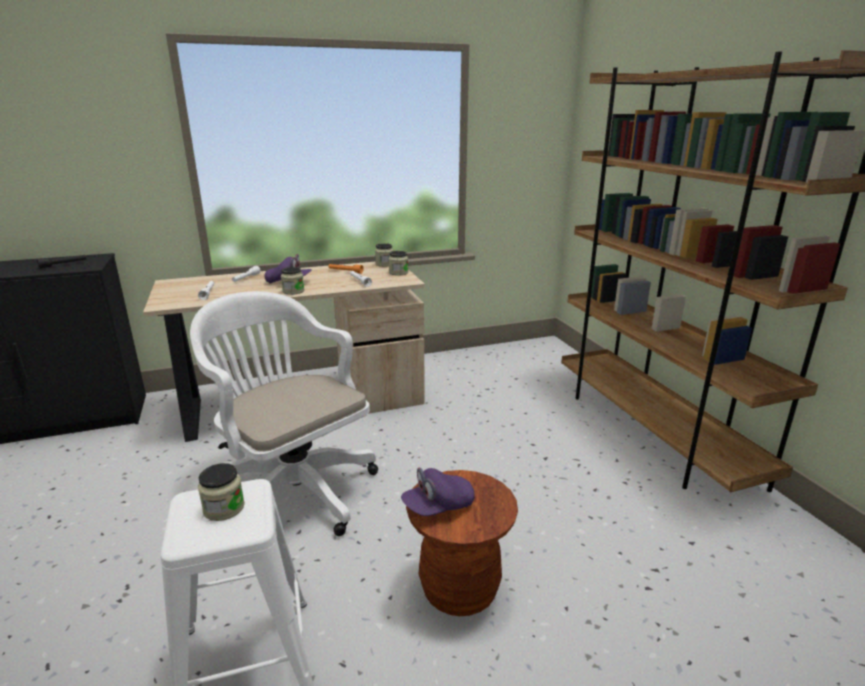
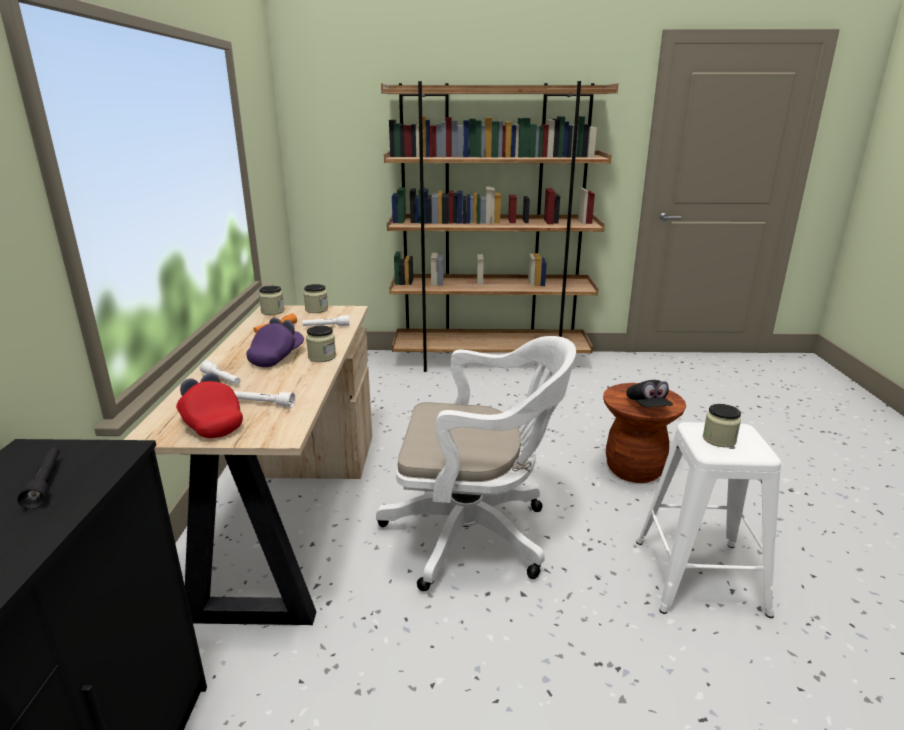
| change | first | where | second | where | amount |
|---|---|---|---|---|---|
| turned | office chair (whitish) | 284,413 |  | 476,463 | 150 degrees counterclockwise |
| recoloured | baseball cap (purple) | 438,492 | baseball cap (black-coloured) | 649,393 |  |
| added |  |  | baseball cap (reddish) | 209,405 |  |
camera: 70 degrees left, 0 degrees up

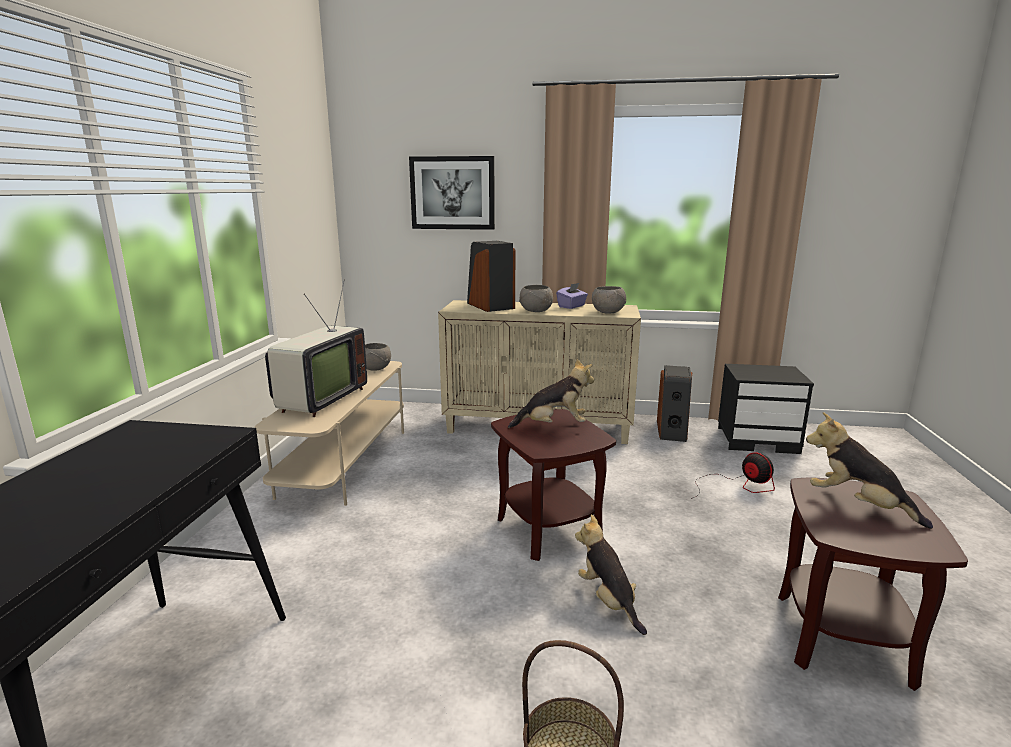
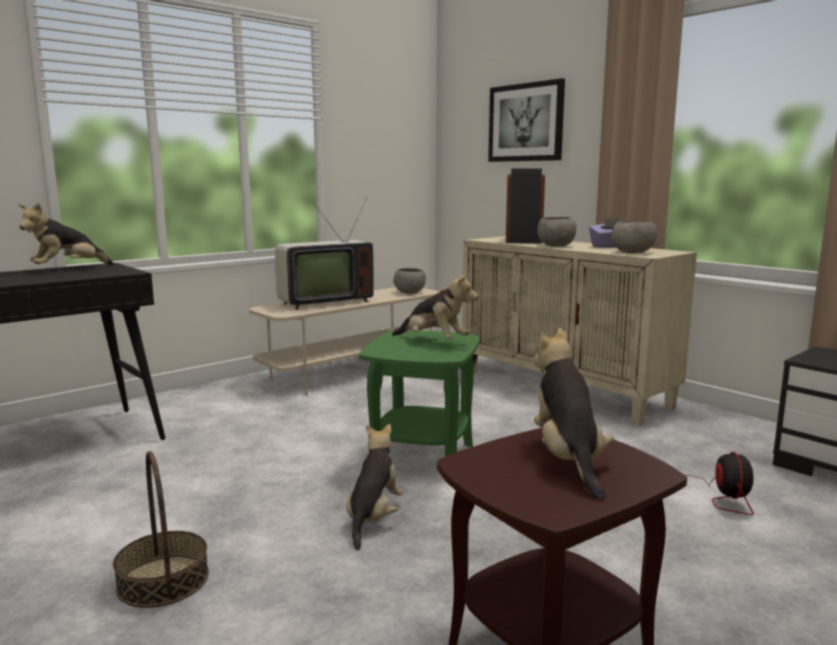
| change | first | where | second | where | amount |
|---|---|---|---|---|---|
| recoloured | end table (brownish) | 553,485 | end table (greenish) | 419,393 |  |
| removed | audio speaker | 674,403 |  |  |  |
| added |  |  | plush toy | 66,233 |  |
camera: 40 degrees right, 5 degrees down

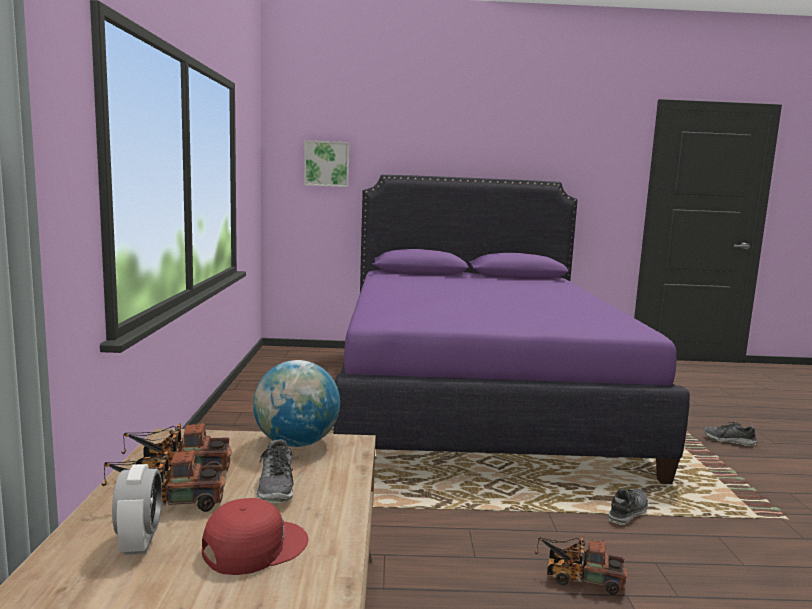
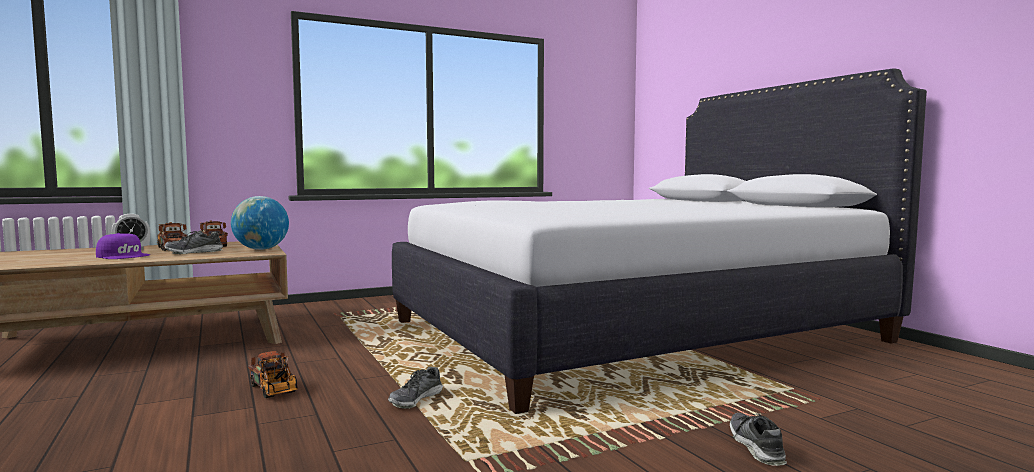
| change | first | where | second | where | amount |
|---|---|---|---|---|---|
| recoloured | baseball cap (reddish) | 255,536 | baseball cap (purple) | 123,246 |  |
| removed | wall picture | 326,163 |  |  |  |
| recoloured | bed (purple) | 511,329 | bed (whitish) | 659,241 |  |
| turned | toy truck | 581,566 |  | 273,374 | 150 degrees clockwise |
| turned | shoe | 628,507 |  | 415,388 | 105 degrees clockwise |
camera: 65 degrees right, 5 degrees down

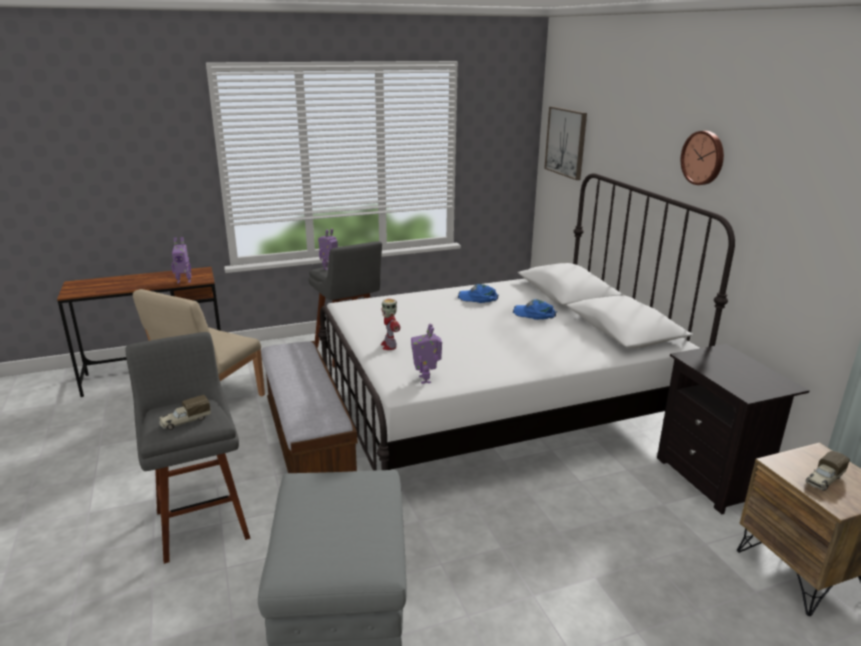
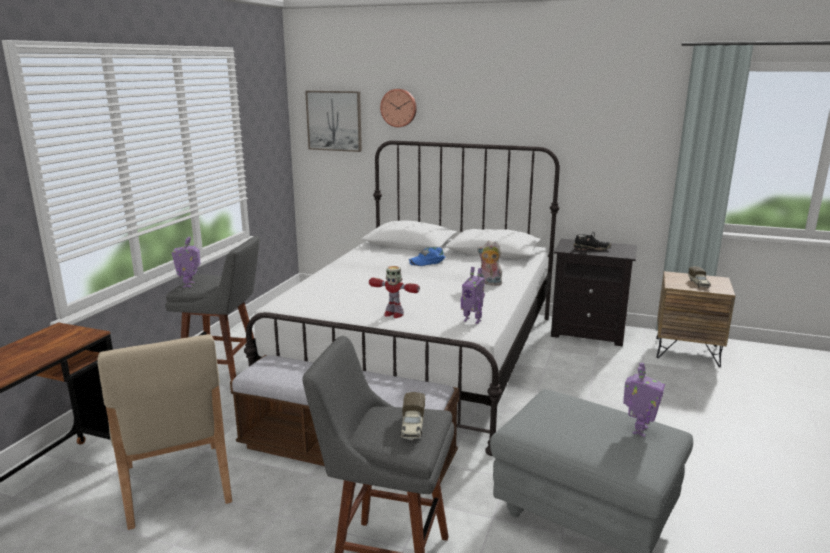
| change | first | where | second | where | amount |
|---|---|---|---|---|---|
| moved | model robot | 181,260 |  | 644,400 |  |
| removed | baseball cap (blue-coloured) | 478,293 |  |  |  |
| moved | clock on the wall | 702,158 |  | 398,108 |  |
| added |  |  | plush toy | 489,263 |  |
| added |  |  | shoe (black-coloured) | 592,241 |  |
camera: 50 degrees left, 5 degrees down

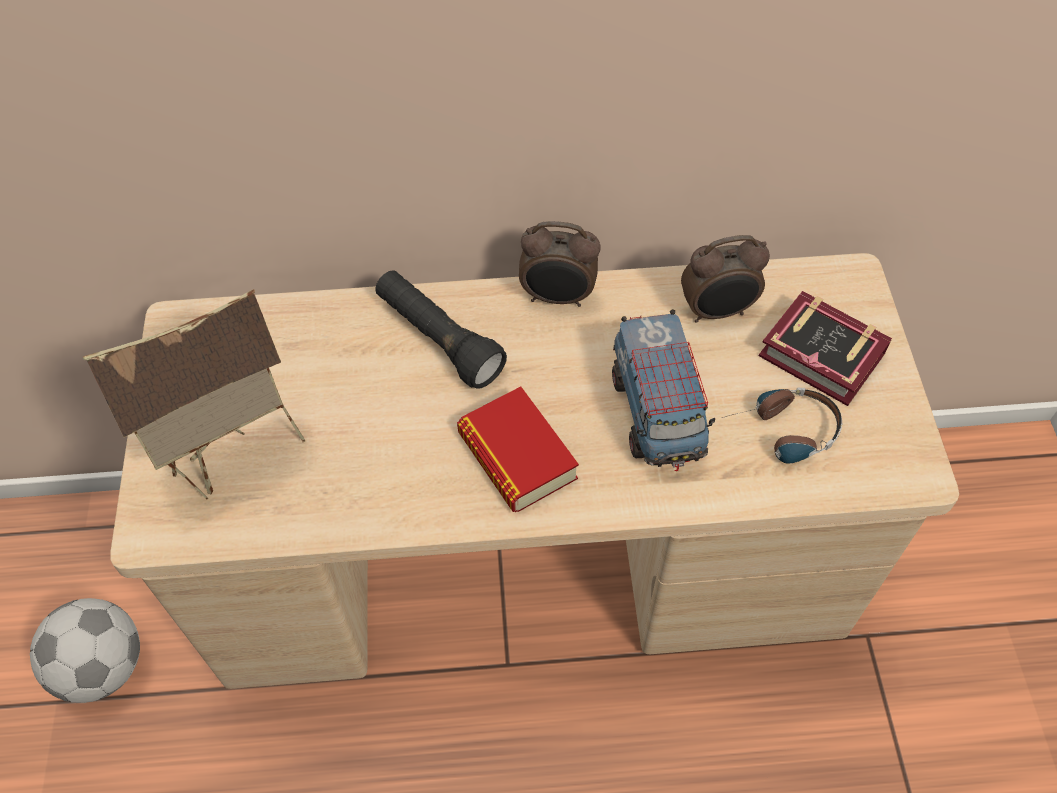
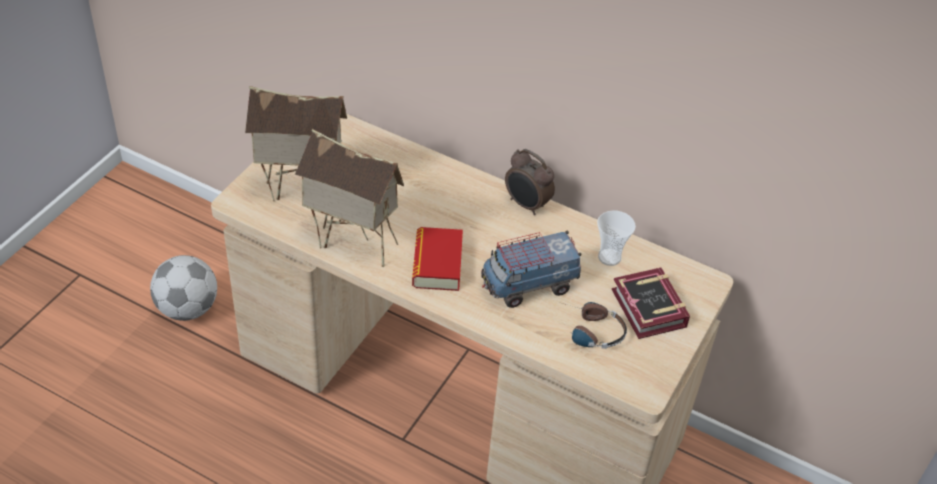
| change | first | where | second | where | amount |
|---|---|---|---|---|---|
| removed | hand torch (black-coloured) | 441,329 |  |  |  |
| turned | toy truck | 663,390 |  | 531,269 | 45 degrees clockwise |
| replaced | bedside clock | 725,279 | small cup | 616,238 |  |
| added |  |  | miniature house | 349,198 |  |
camera: 30 degrees right, 10 degrees down

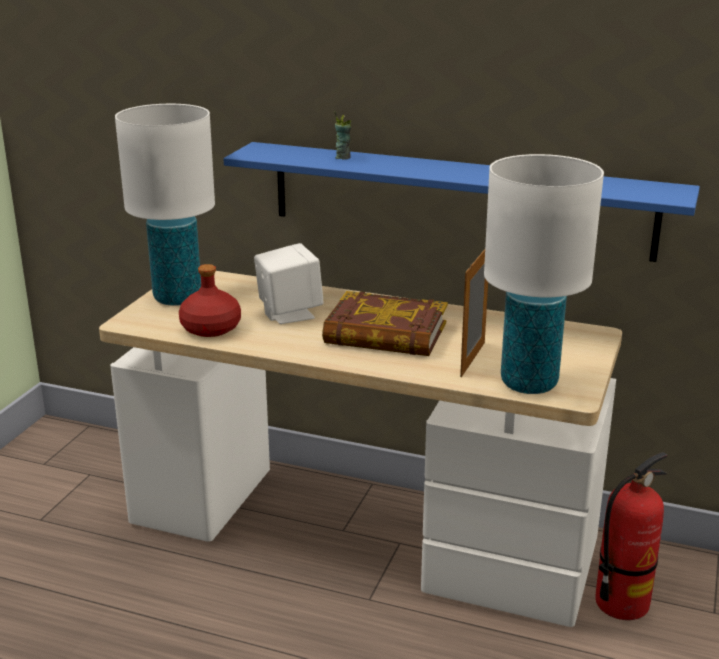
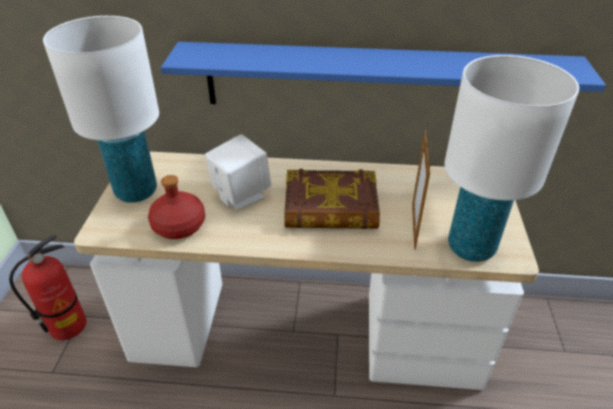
| change | first | where | second | where | amount |
|---|---|---|---|---|---|
| removed | small cup | 343,135 |  |  |  |
| moved | fire-fighting cylinder | 631,536 |  | 47,287 |  |
camera: 15 degrees left, 15 degrees up

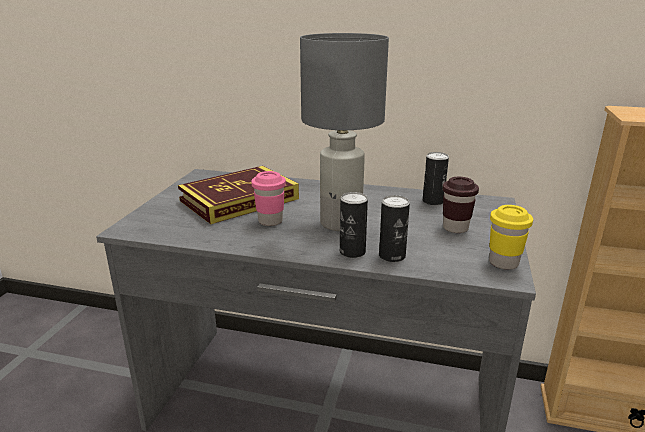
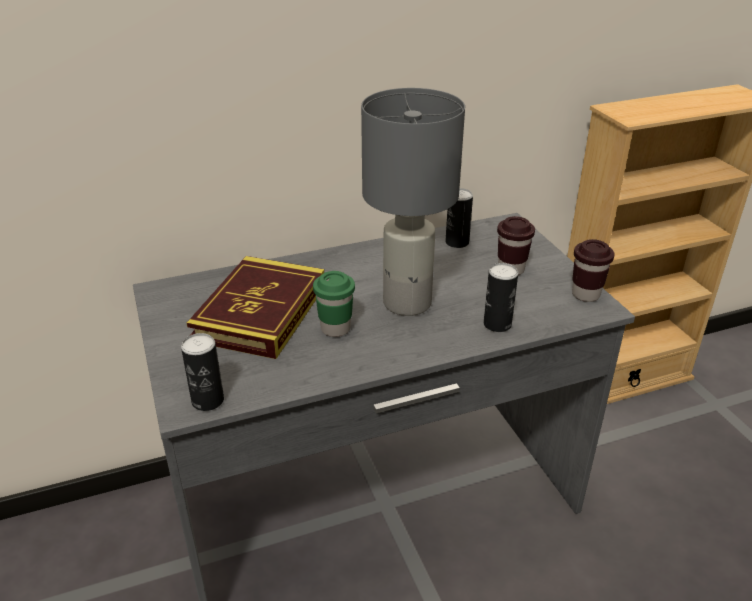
| change | first | where | second | where | amount |
|---|---|---|---|---|---|
| recoloured | small cup (pinkish) | 268,198 | small cup (greenish) | 334,304 |  |
| moved | metal can | 354,225 |  | 202,372 |  |
| recoloured | small cup (yellow) | 511,237 | small cup (brownish) | 593,270 |  |
camera: 35 degrees left, 10 degrees up

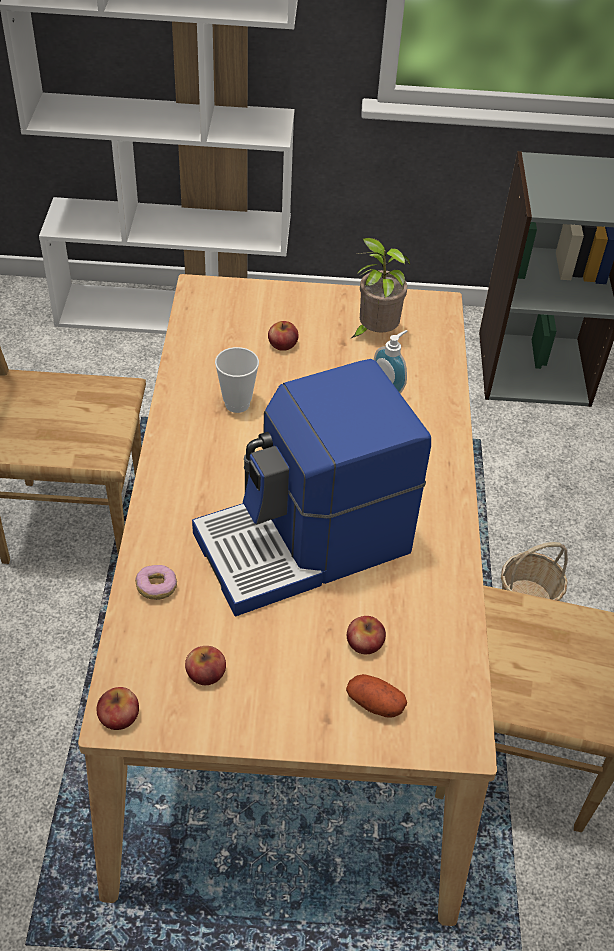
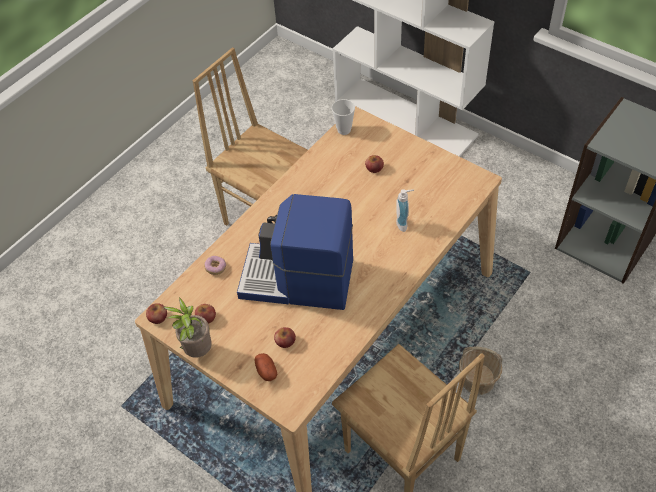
| change | first | where | second | where | amount |
|---|---|---|---|---|---|
| moved | small cup | 237,380 |  | 343,117 |  |
| moved | plant in a pot | 380,288 |  | 188,327 |  |
camera: 40 degrees right, 5 degrees up

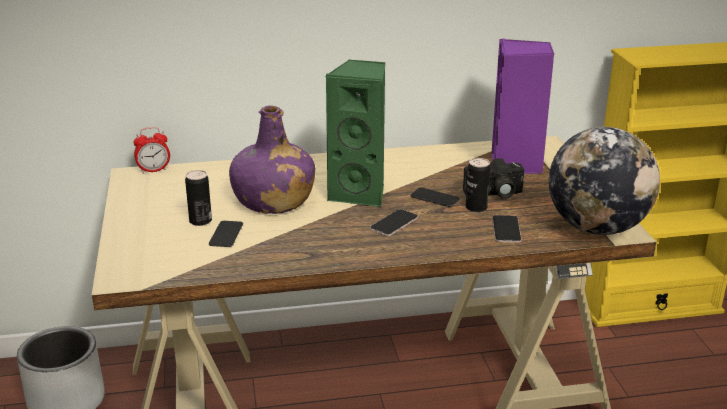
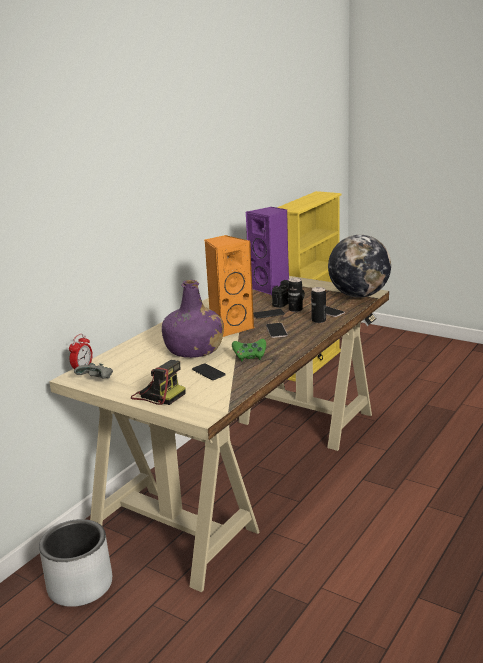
| change | first | where | second | where | amount |
|---|---|---|---|---|---|
| moved | metal can | 198,198 |  | 318,305 |  |
| recoloured | audio speaker (greenish) | 355,133 | audio speaker (orange) | 229,286 |  |
| added |  |  | joypad (gray) | 93,371 |  |
| added |  |  | still camera | 158,382 |  |
| added |  |  | joypad (greenish) | 249,350 |  |
camera: 45 degrees left, 5 degrees down

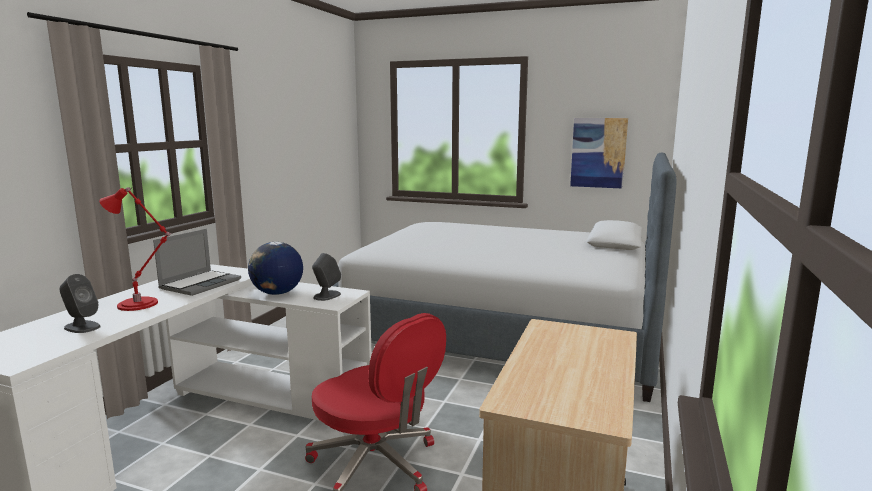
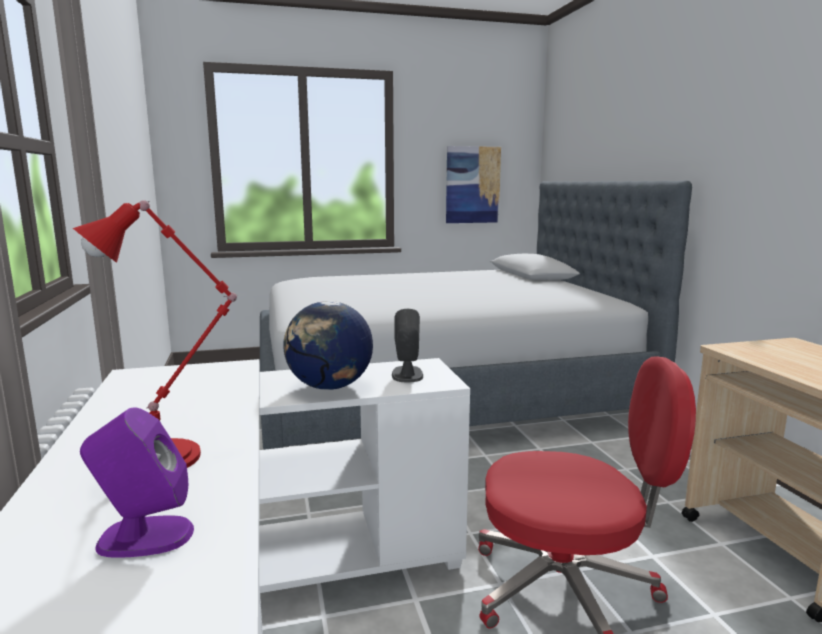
| change | first | where | second | where | amount |
|---|---|---|---|---|---|
| recoloured | audio speaker (gray) | 80,303 | audio speaker (purple) | 137,483 |  |
| removed | laptop | 197,262 |  |  |  |
camera: 35 degrees left, 0 degrees up

